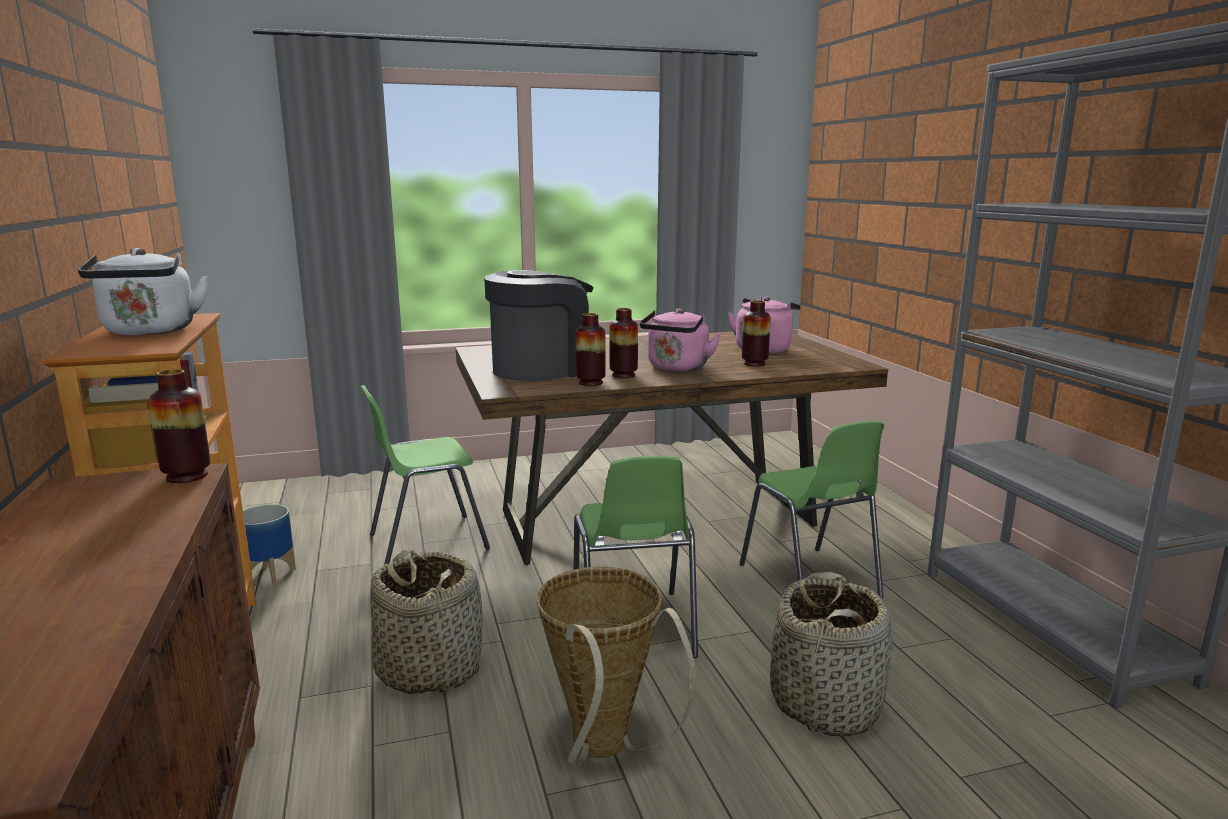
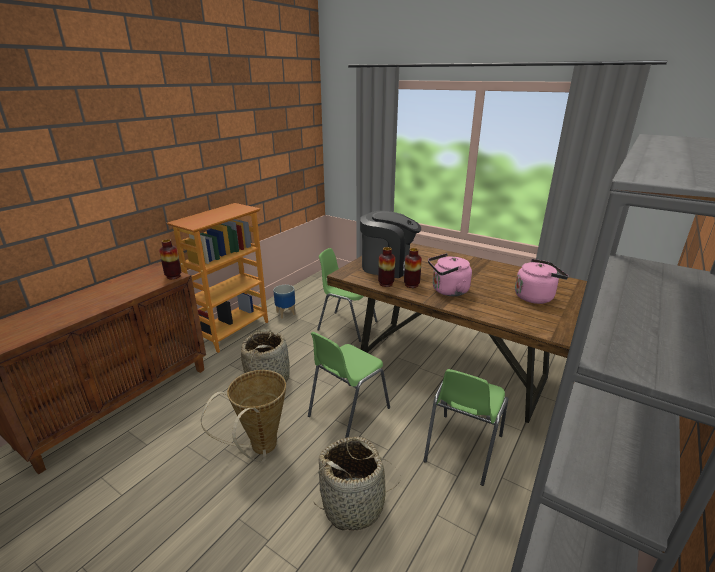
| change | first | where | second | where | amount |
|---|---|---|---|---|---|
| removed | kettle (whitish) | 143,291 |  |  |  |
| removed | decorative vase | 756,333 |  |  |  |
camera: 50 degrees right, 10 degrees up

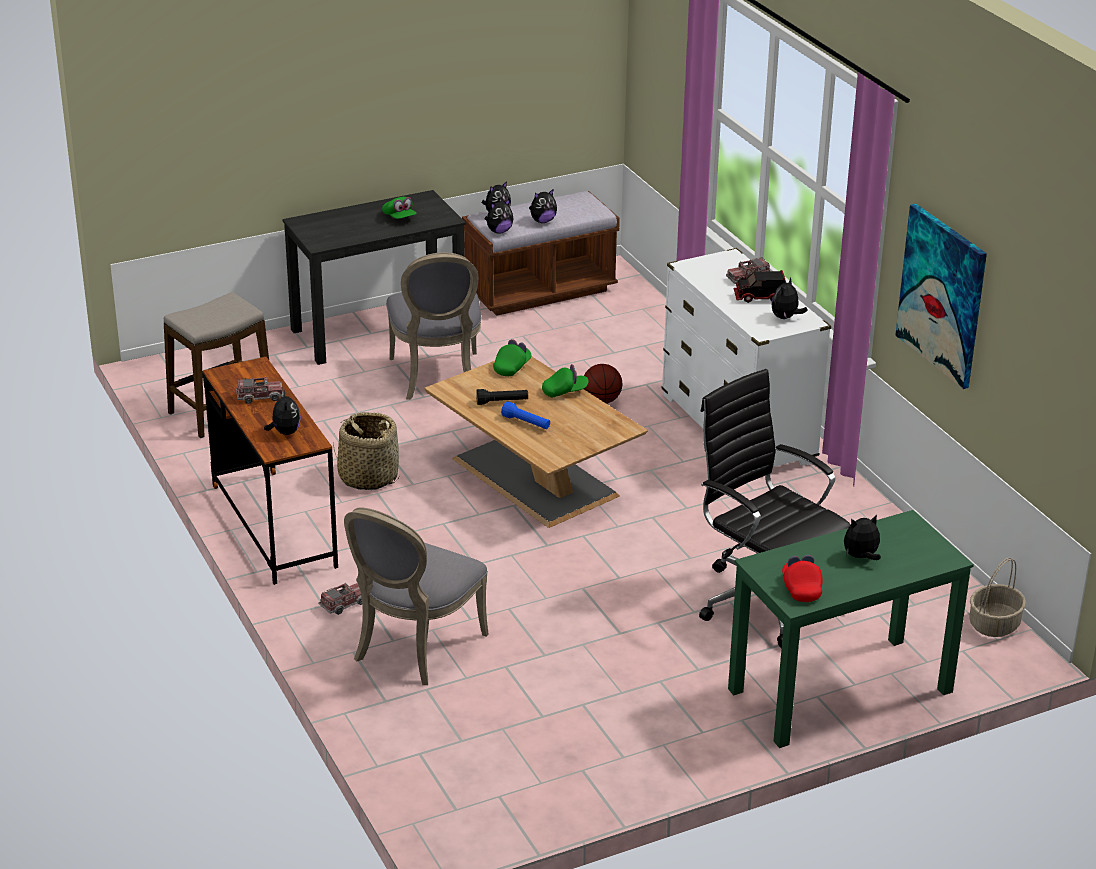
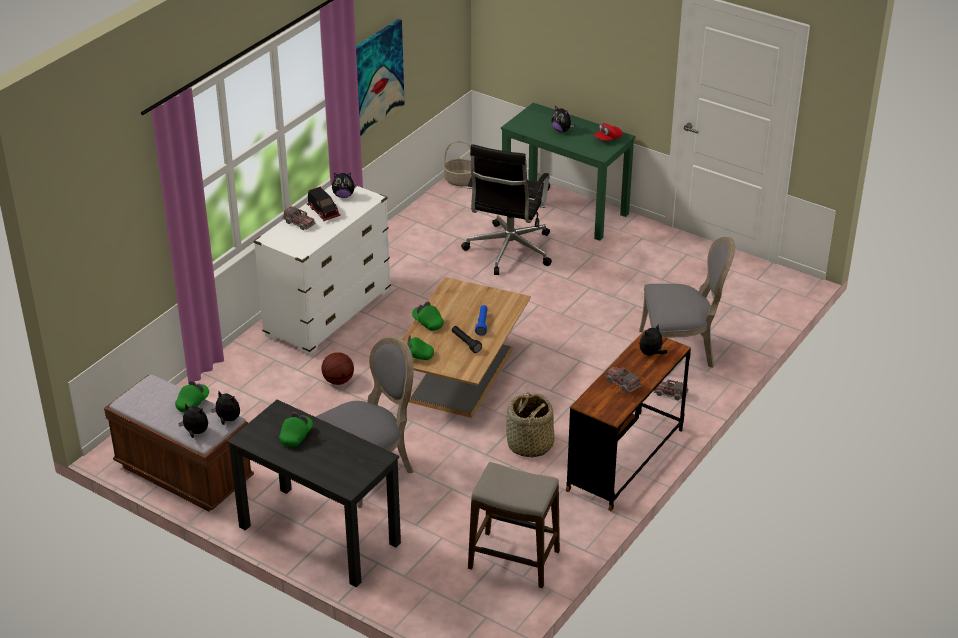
| change | first | where | second | where | amount |
|---|---|---|---|---|---|
| replaced | plush toy | 543,206 | baseball cap (greenish) | 192,396 |  |
camera: 120 degrees left, 5 degrees up

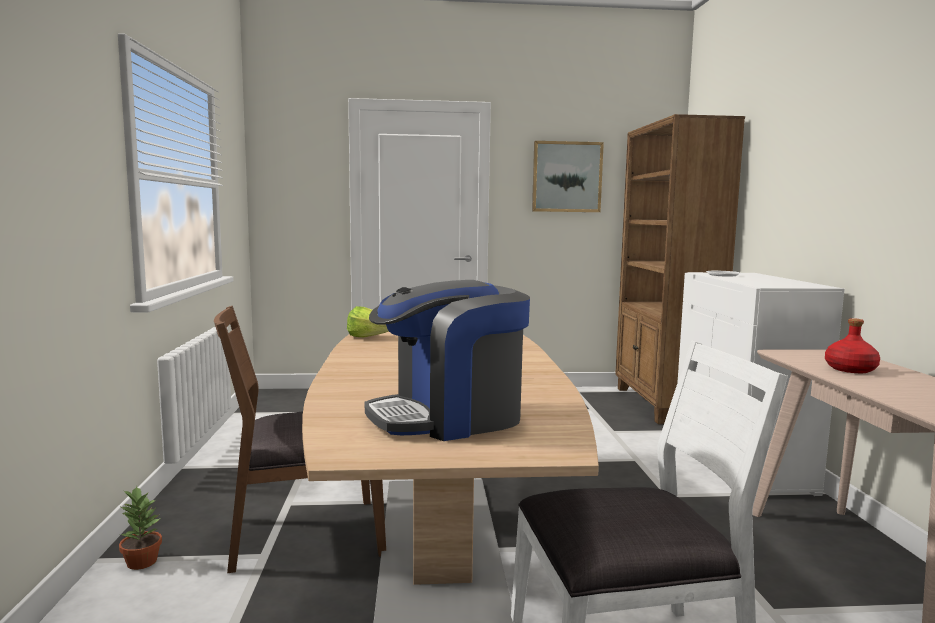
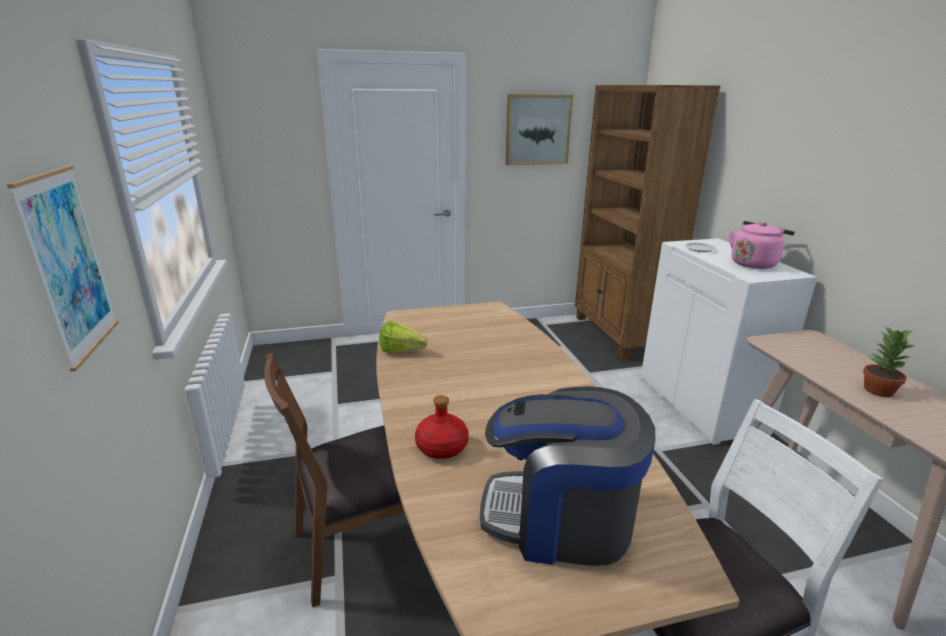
| change | first | where | second | where | amount |
|---|---|---|---|---|---|
| moved | plant in a pot | 140,528 |  | 889,361 |  |
| turned | coffee machine | 447,360 |  | 567,476 | 45 degrees clockwise |
| moved | drink bottle (reddish) | 852,345 |  | 442,427 |  |
| added |  |  | wall picture | 63,268 |  |
| added |  |  | kettle (pinkish) | 762,245 |  |
camera: 10 degrees left, 15 degrees up

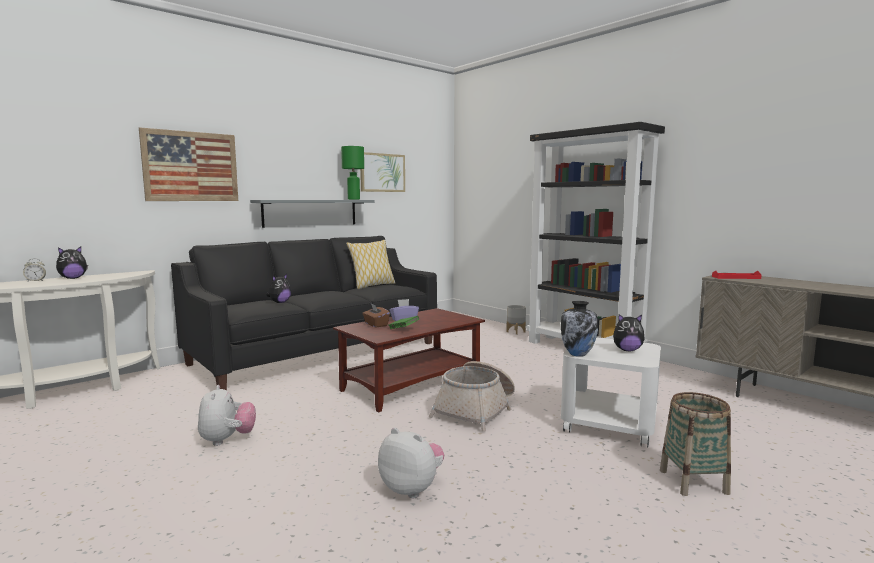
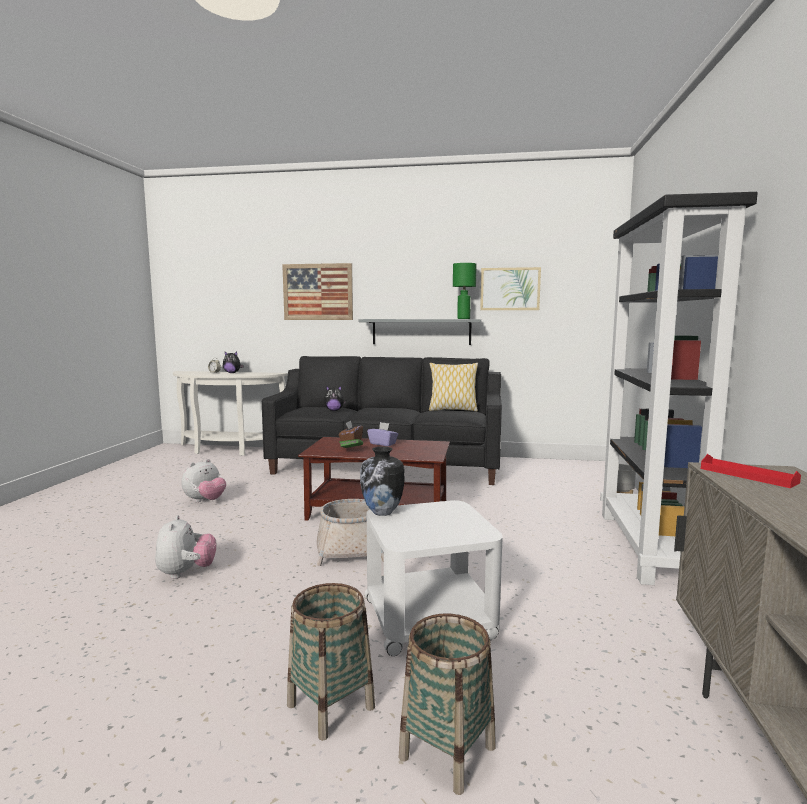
| change | first | where | second | where | amount |
|---|---|---|---|---|---|
| removed | plush toy | 629,332 |  |  |  |
| added |  |  | basket | 447,704 |  |
camera: 50 degrees right, 0 degrees up

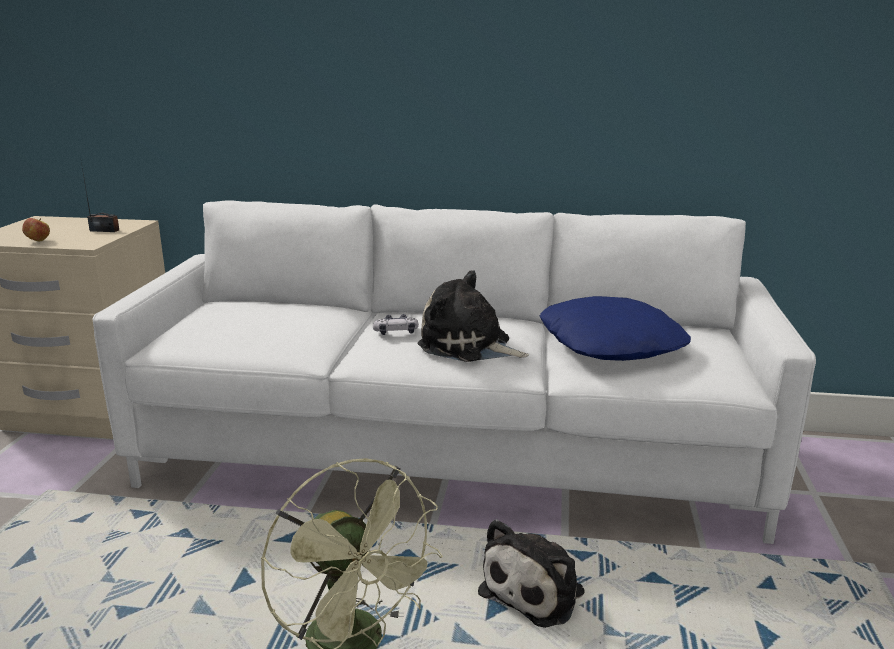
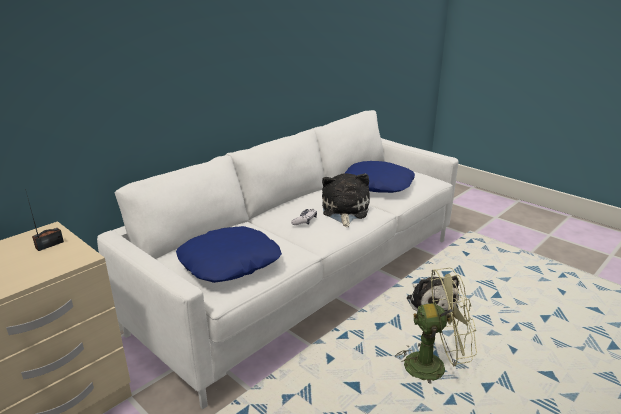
| change | first | where | second | where | amount |
|---|---|---|---|---|---|
| removed | apple | 36,229 |  |  |  |
| turned | plush toy | 473,316 |  | 346,200 | 120 degrees clockwise |
| added |  |  | throw pillow (blue-coloured) | 229,254 |  |
camera: 55 degrees left, 5 degrees up

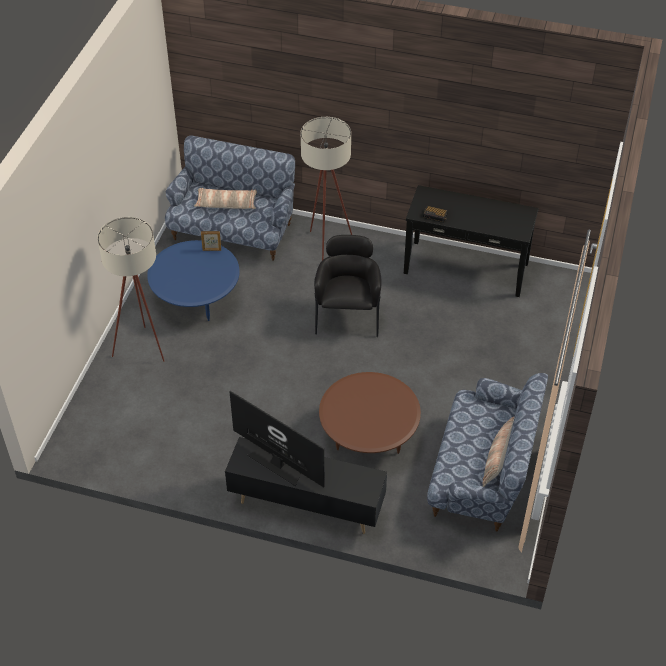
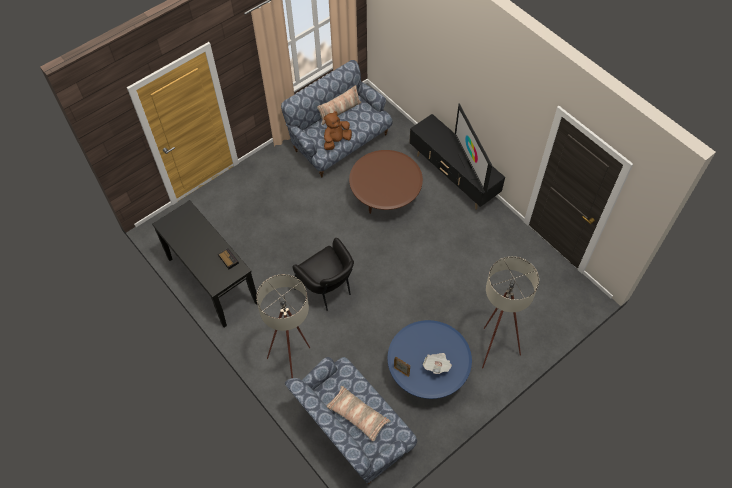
| change | first | where | second | where | amount |
|---|---|---|---|---|---|
| turned | armchair (black-coloured) | 348,286 |  | 323,274 | 75 degrees counterclockwise |
| added |  |  | plush toy (brownish) | 338,130 |  |
| added |  |  | newspaper | 437,363 |  |
camera: 145 degrees left, 10 degrees up

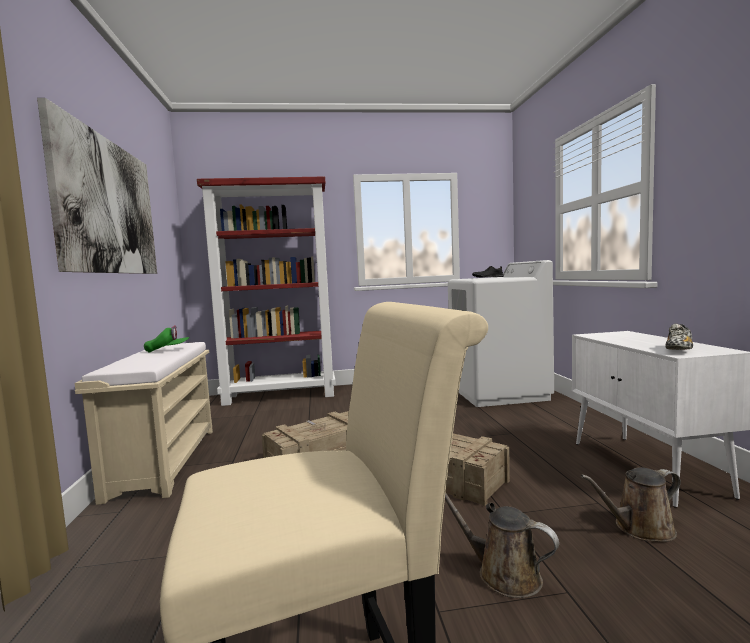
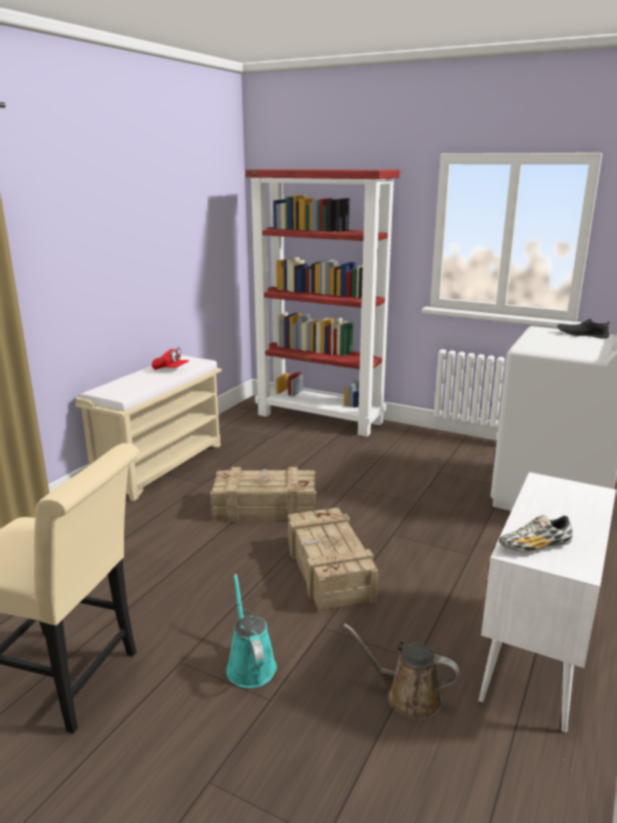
| change | first | where | second | where | amount |
|---|---|---|---|---|---|
| removed | wall picture | 97,186 |  |  |  |
| recoloured | baseball cap (greenish) | 167,338 | baseball cap (reddish) | 171,358 |  |
| recoloured | watering can (brownish) | 502,545 | watering can (turquoise-coloured) | 251,631 |  |
camera: 35 degrees right, 15 degrees up

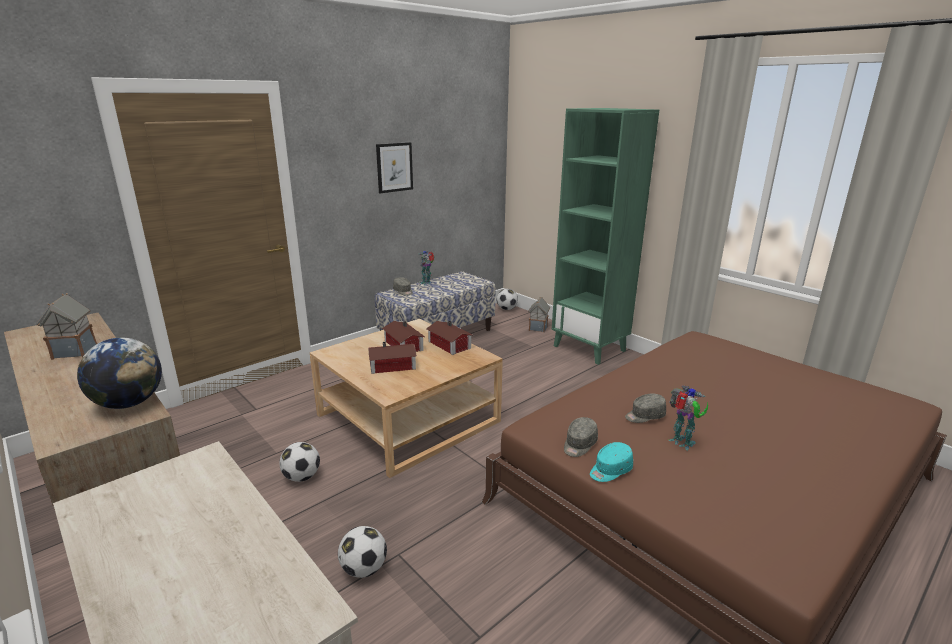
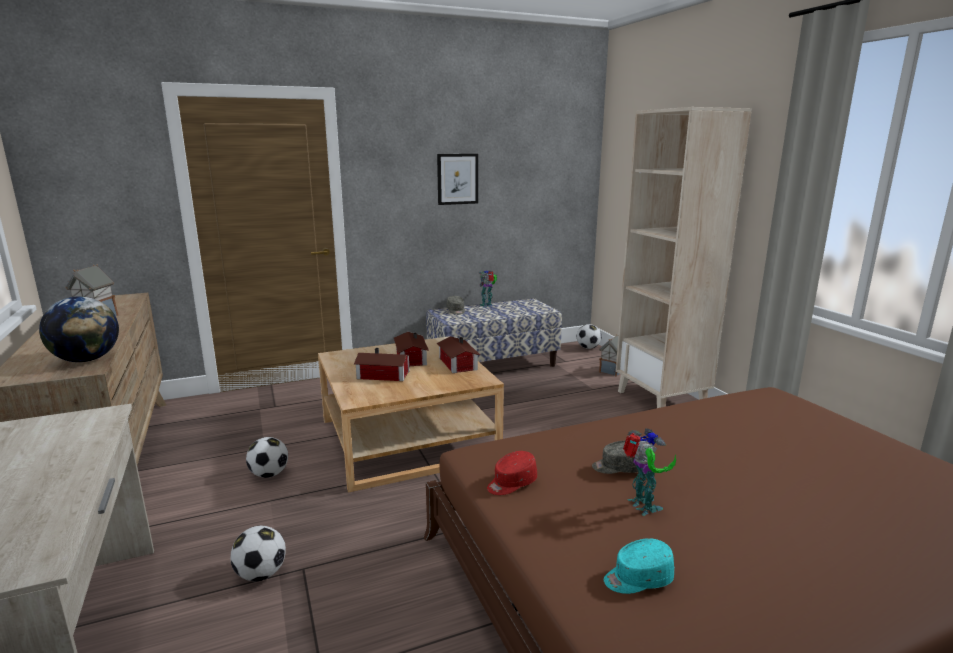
| change | first | where | second | where | amount |
|---|---|---|---|---|---|
| recoloured | bookshelf (greenish) | 605,236 | bookshelf (sand-coloured) | 684,257 |  |
| recoloured | baseball cap (gray) | 581,437 | baseball cap (reddish) | 512,473 |  |
| moved | baseball cap (turquoise-coloured) | 611,462 |  | 639,566 |  |
camera: 20 degrees right, 5 degrees down

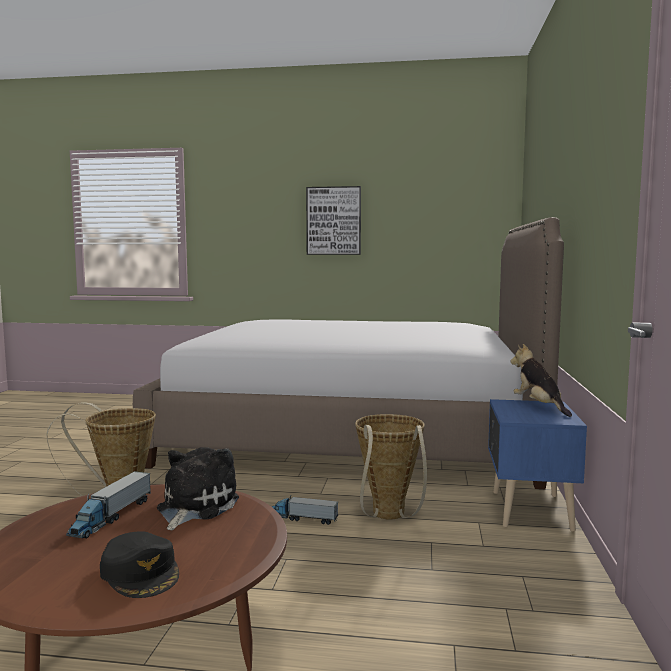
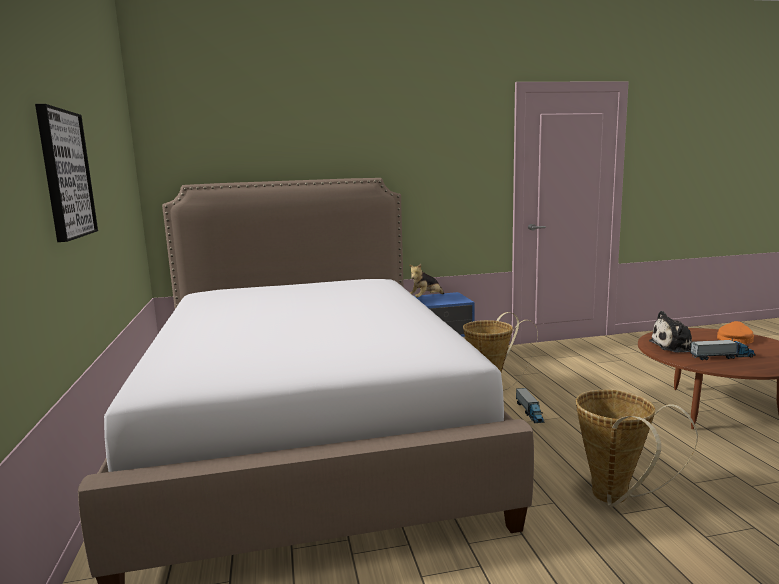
| change | first | where | second | where | amount |
|---|---|---|---|---|---|
| recoloured | baseball cap (black-coloured) | 139,564 | baseball cap (orange) | 735,332 |  |
camera: 110 degrees left, 5 degrees up

